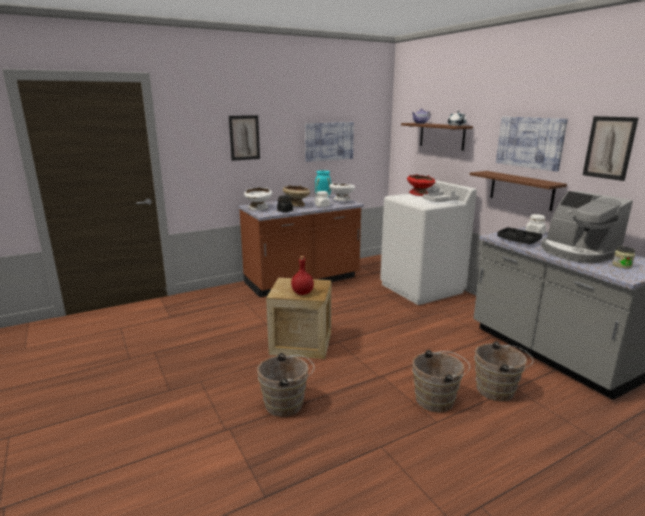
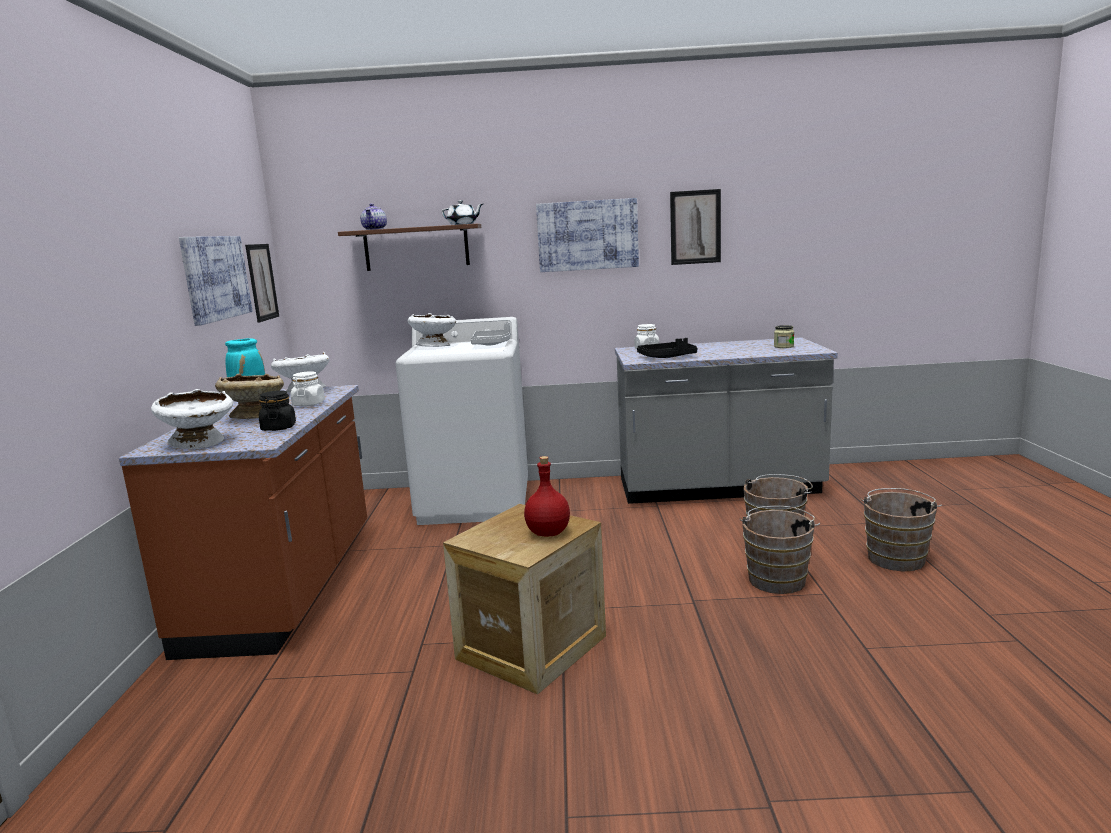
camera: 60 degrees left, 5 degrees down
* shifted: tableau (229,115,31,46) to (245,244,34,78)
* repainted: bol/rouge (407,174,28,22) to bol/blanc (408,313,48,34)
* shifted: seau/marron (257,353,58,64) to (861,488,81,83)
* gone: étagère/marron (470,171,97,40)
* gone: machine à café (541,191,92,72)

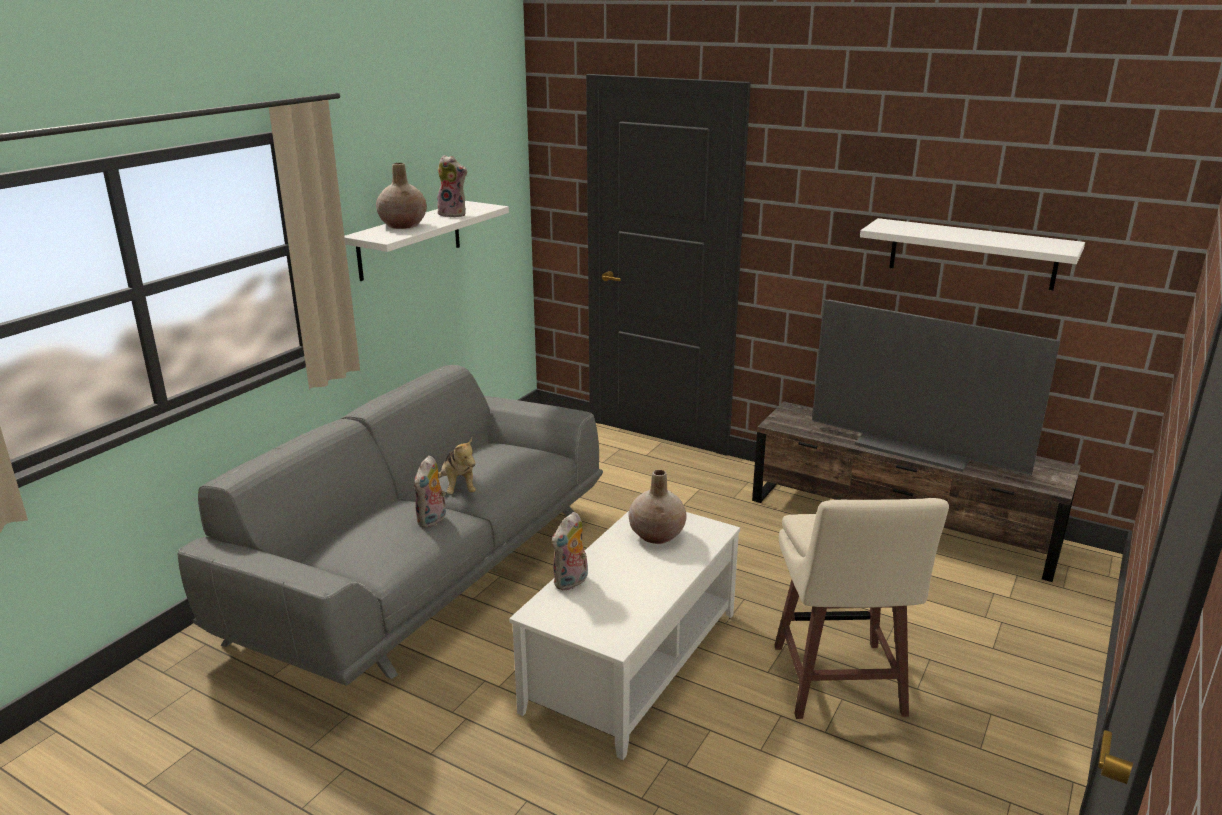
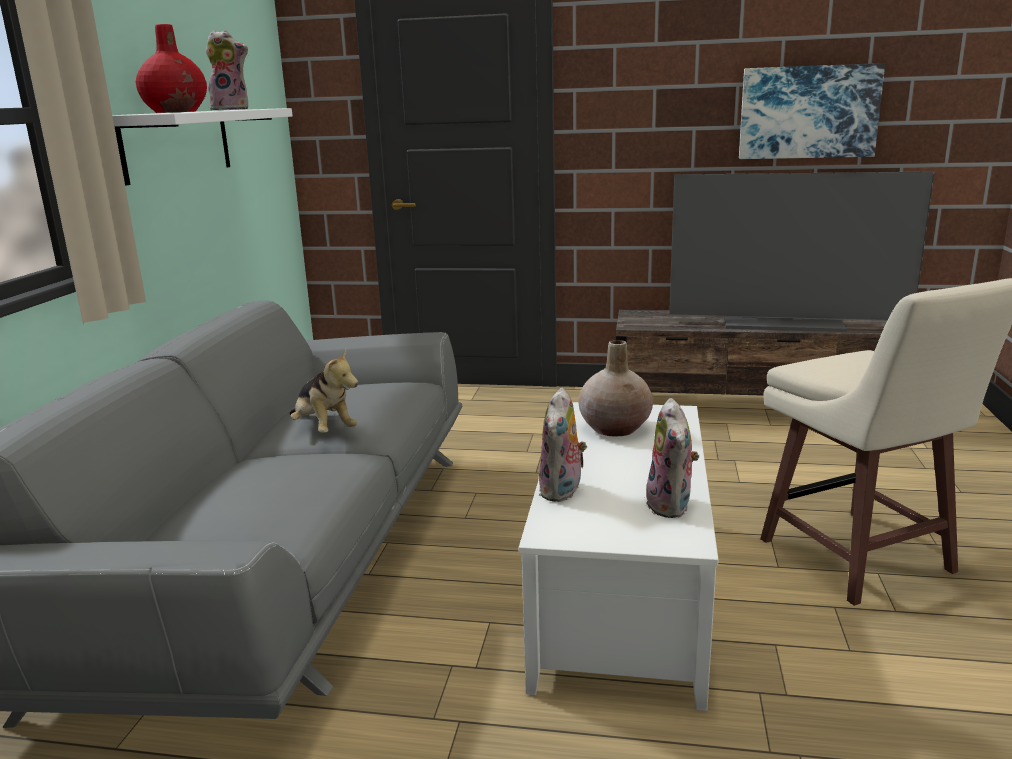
camera: 20 degrees left, 5 degrees down
* repainted: vase/beige (376,163,51,66) to vase/rouge (136,24,71,89)
* shifted: peluche (414,455,32,72) to (646,398,53,120)
* swapped: étagère/blanc (860,218,225,72) to tableau (739,63,146,96)

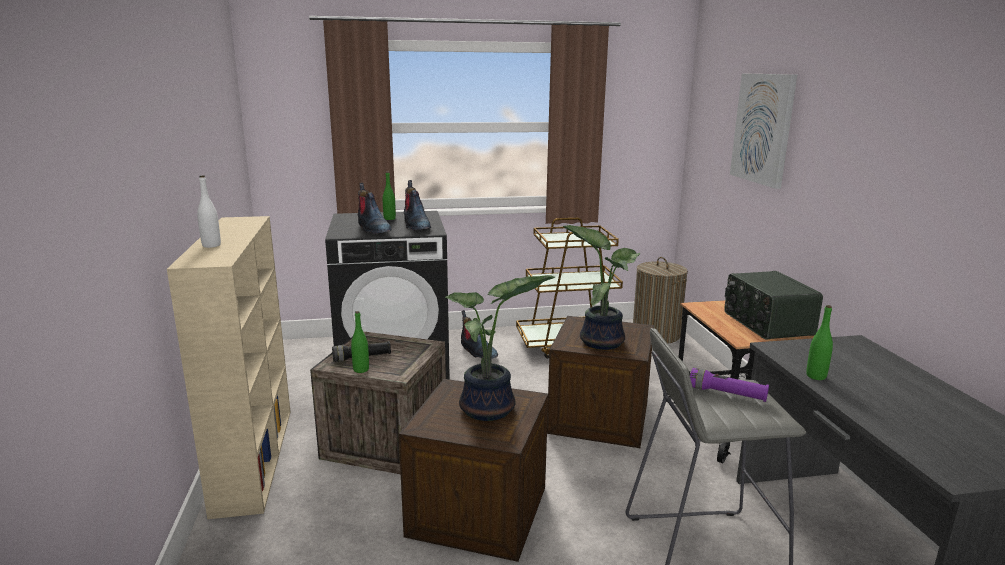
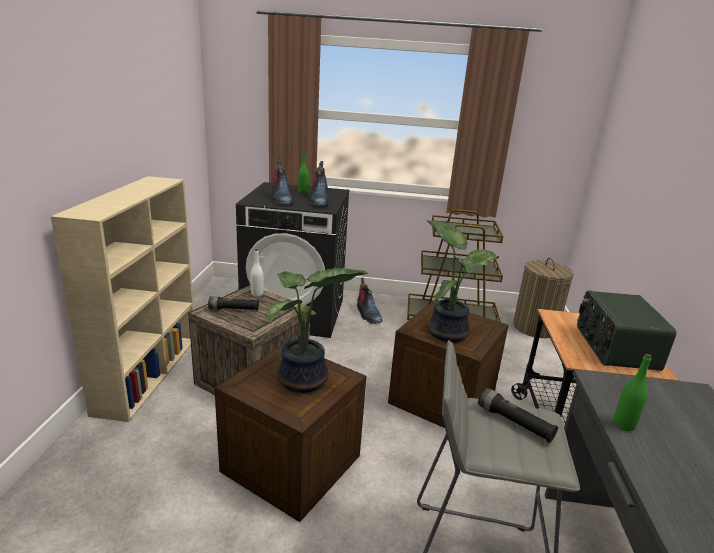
camera: 15 degrees right, 5 degrees up
* shifted: bouteille/blanc (197,176,24,72) to (250,249,14,47)
* repainted: lampe de poche/violet (690,368,79,34) to lampe de poche/noir (478,388,80,55)
* gone: bouteille/vert (351,311,18,62)
* gone: tableau (730,74,67,115)

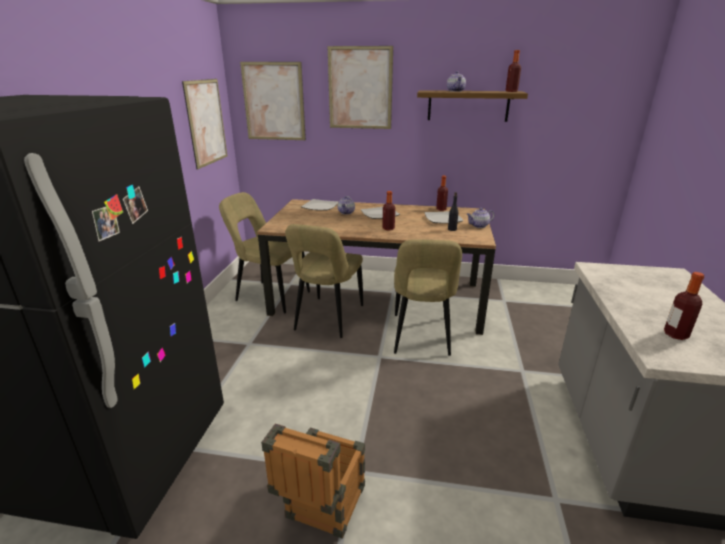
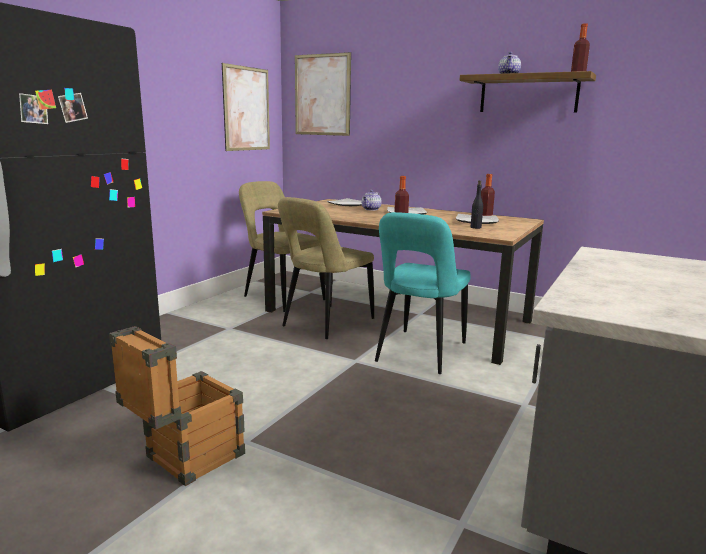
camera: 20 degrees right, 10 degrees down
* repainted: chaise/beige (394,239,68,117) to chaise/turquoise (375,212,96,162)
* gone: tableau (328,46,65,83)
* gone: théière (467,208,28,20)
* gone: bouteille (664,272,40,68)

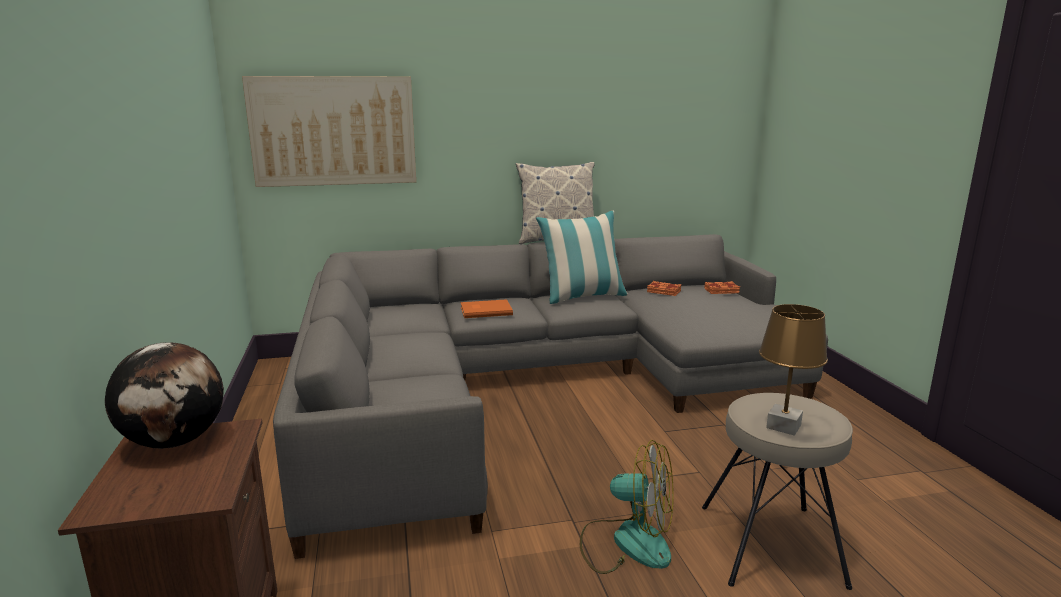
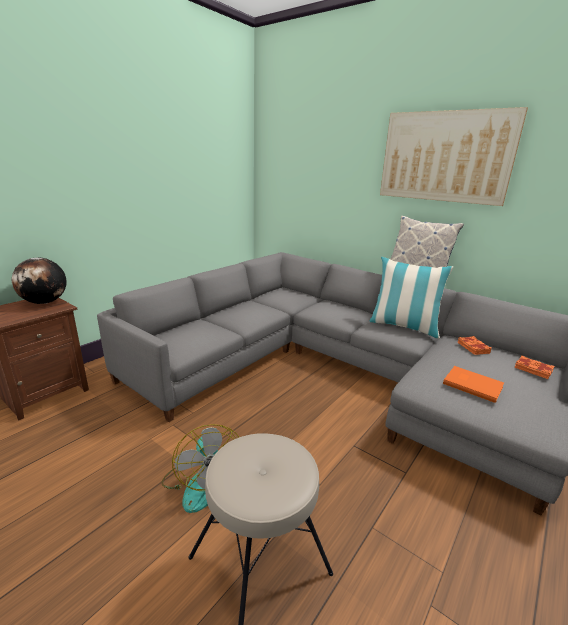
camera: 50 degrees right, 5 degrees up
* shifted: tableau (242,76,174,111) to (380,107,148,99)
* shifted: livre/orange (460,299,53,19) to (443,366,61,37)
* gone: lampe de table/marron (759,304,69,132)

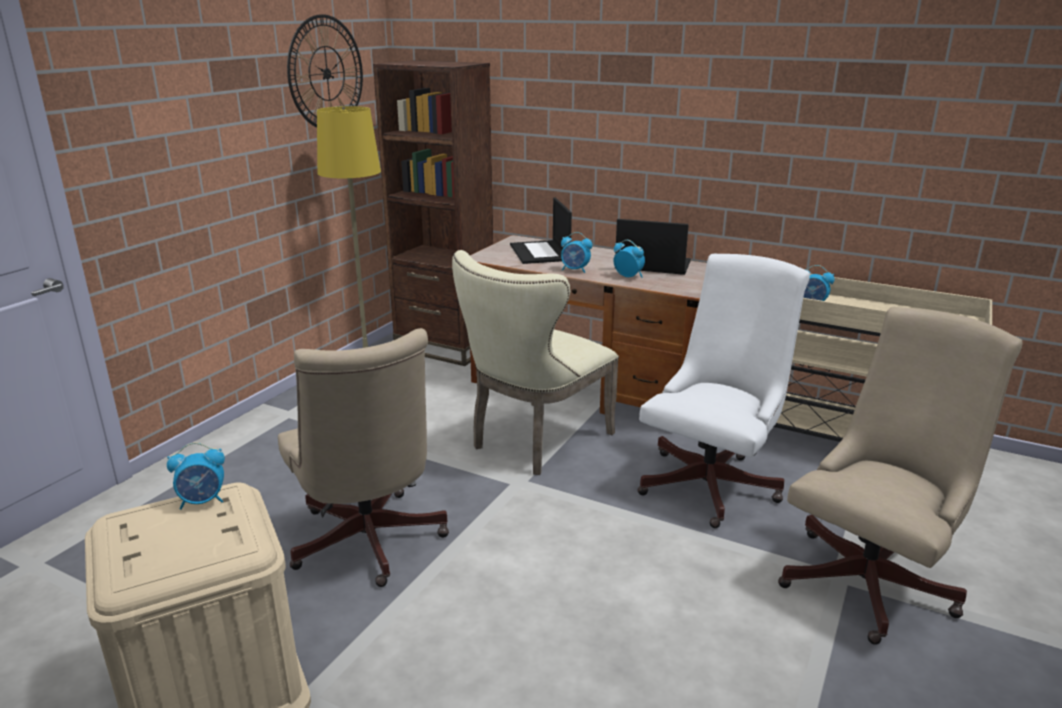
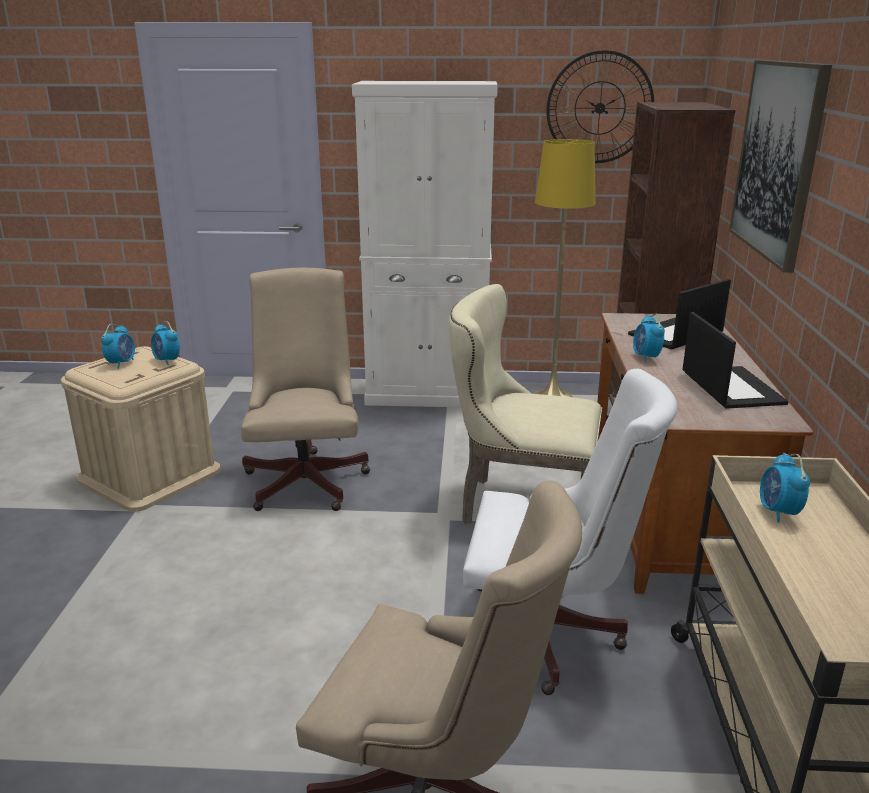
camera: 65 degrees right, 0 degrees up
* shifted: réveil (613,240,32,38) to (101,324,34,45)
* rotated: chaise de bureau/beige (278,328,171,259) = (241,268,129,243) 135 degrees clockwise
* new: meuble de rangement/blanc (352,81,146,326)
* new: tableau (729,60,103,213)

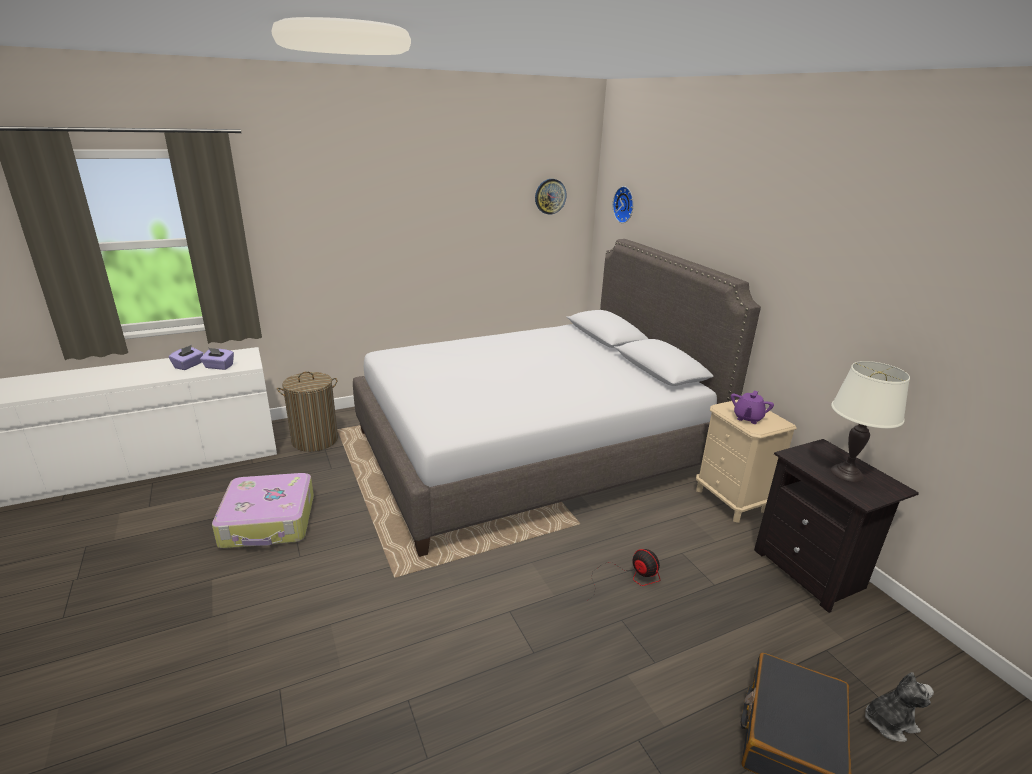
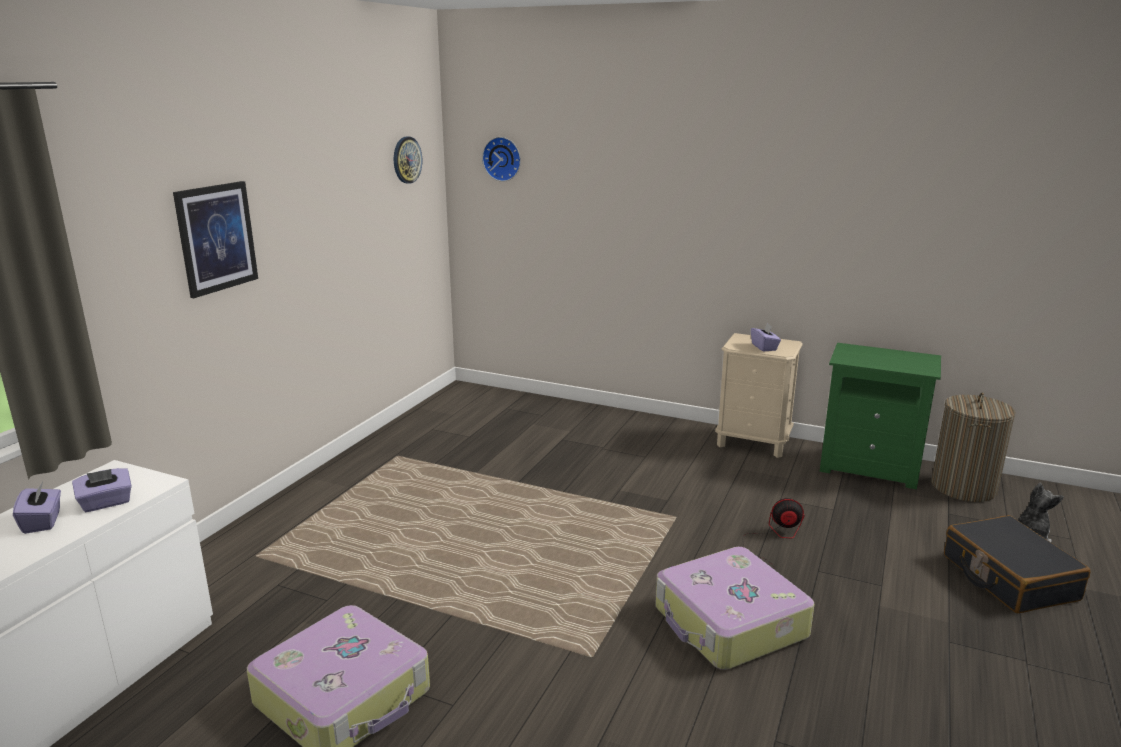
camera: 40 degrees left, 5 degrees down
* new: tableau (173,181,85,117)
* new: valise (655,547,159,123)
* swapped: théière/violet (731,391,43,33) to boîte à mouchoirs/violet (751,323,30,29)
* repainted: table de chevet/noir (754,439,165,174) to table de chevet/vert (820,343,121,146)
* shifted: panier à linge (277,371,61,81) to (931,392,84,110)
* gone: lit/gris (353,239,408,318)
* gone: lampe de table/blanc (831,361,79,121)

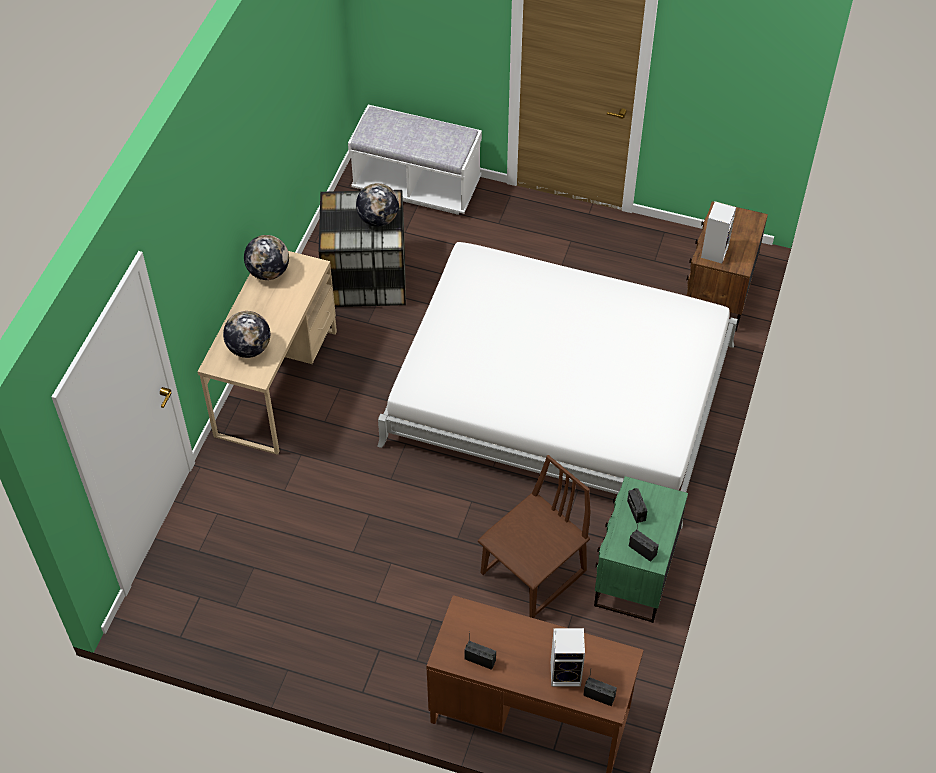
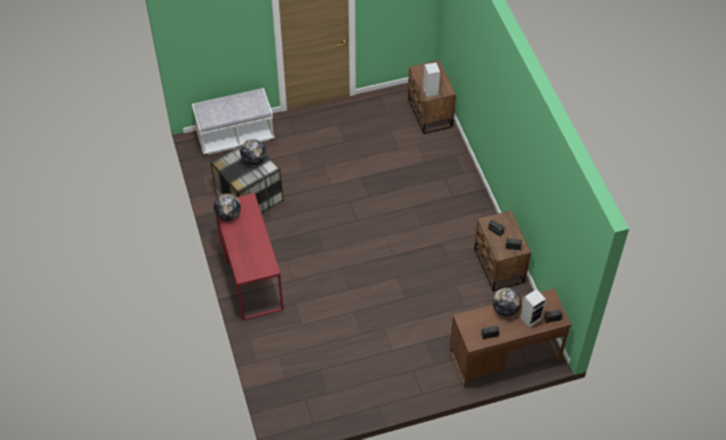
camera: 35 degrees left, 0 degrees up
* repainted: bureau/beige (197,251,140,204) to bureau/rouge (215,193,69,127)
* repainted: table de chevet/vert (594,476,94,147) to table de chevet/marron (474,210,57,81)
* shifted: globe (223,311,47,47) to (492,287,29,29)
* gone: lit/blanc (377,242,361,287)
* gone: chaise/marron (478,455,112,163)

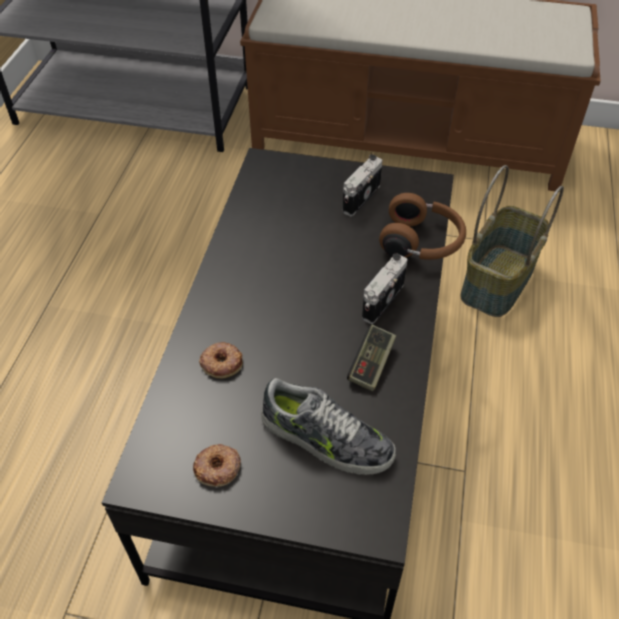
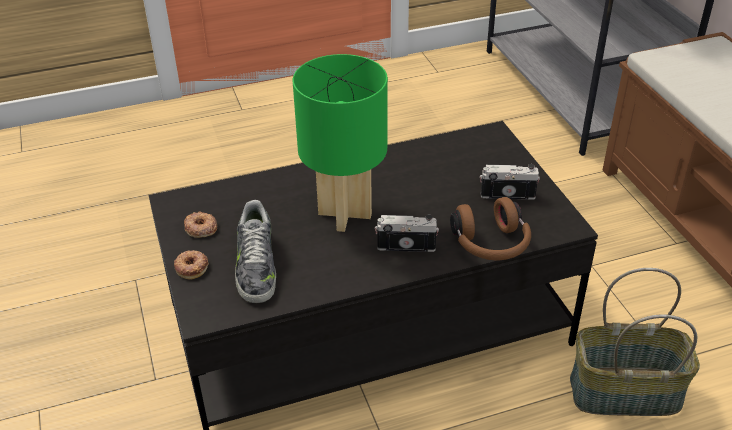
camera: 60 degrees right, 10 degrees down
* shifted: beignet (199,342,44,36) to (174,250,35,30)
* new: lampe de table/vert (292,54,96,178)
* gone: manette (347,325,49,66)

